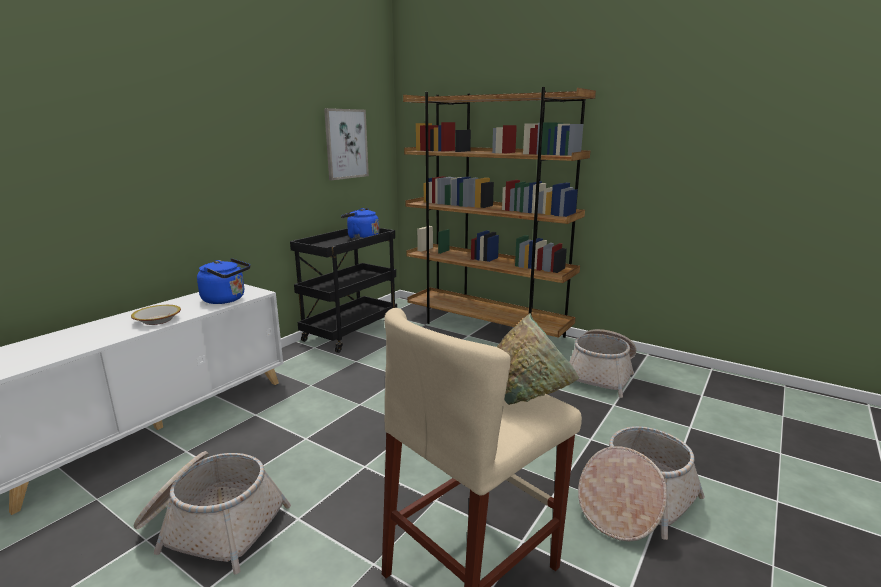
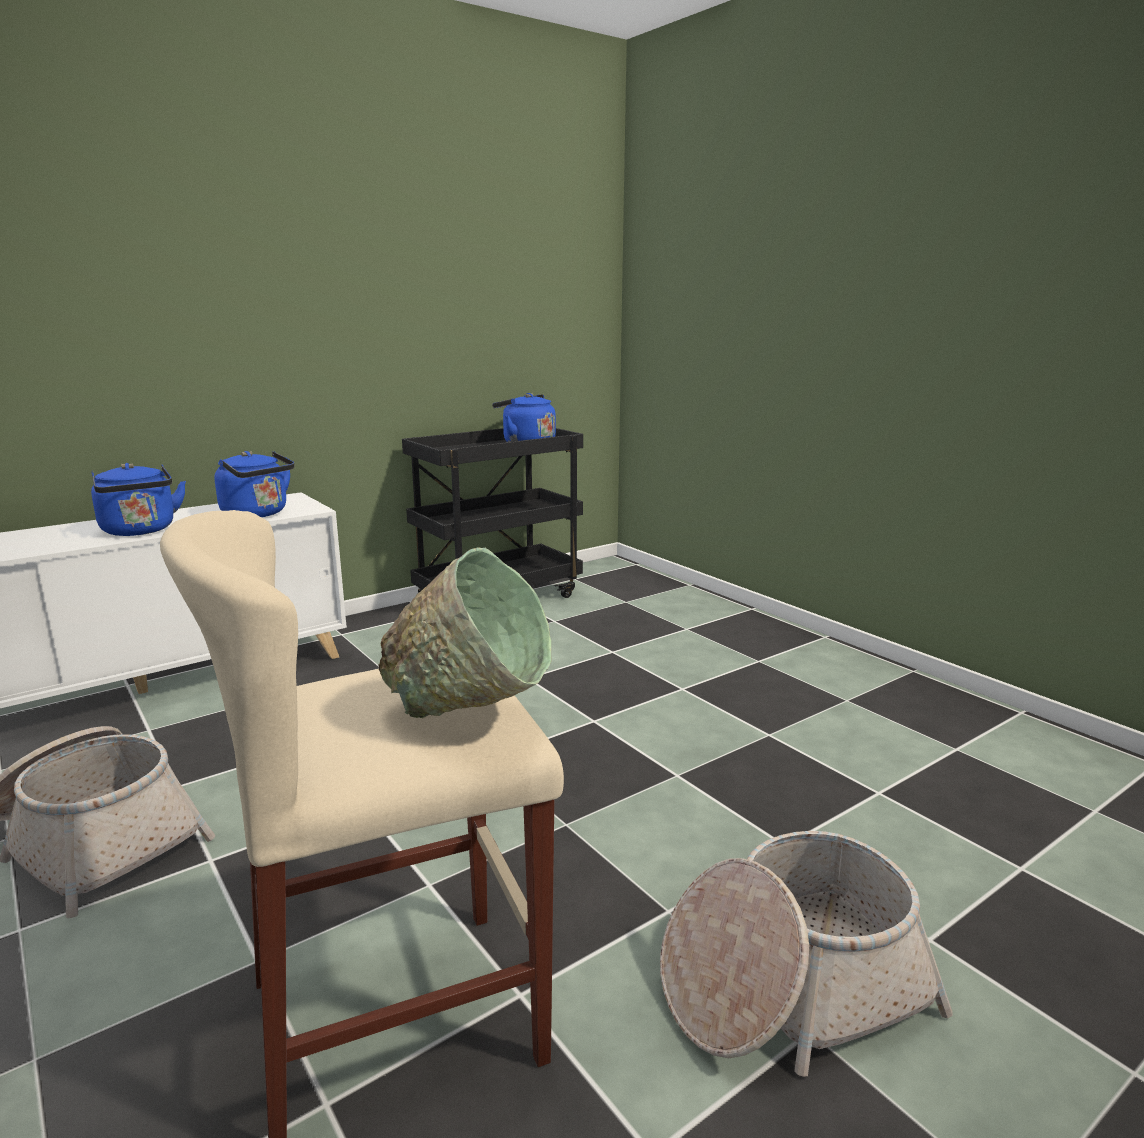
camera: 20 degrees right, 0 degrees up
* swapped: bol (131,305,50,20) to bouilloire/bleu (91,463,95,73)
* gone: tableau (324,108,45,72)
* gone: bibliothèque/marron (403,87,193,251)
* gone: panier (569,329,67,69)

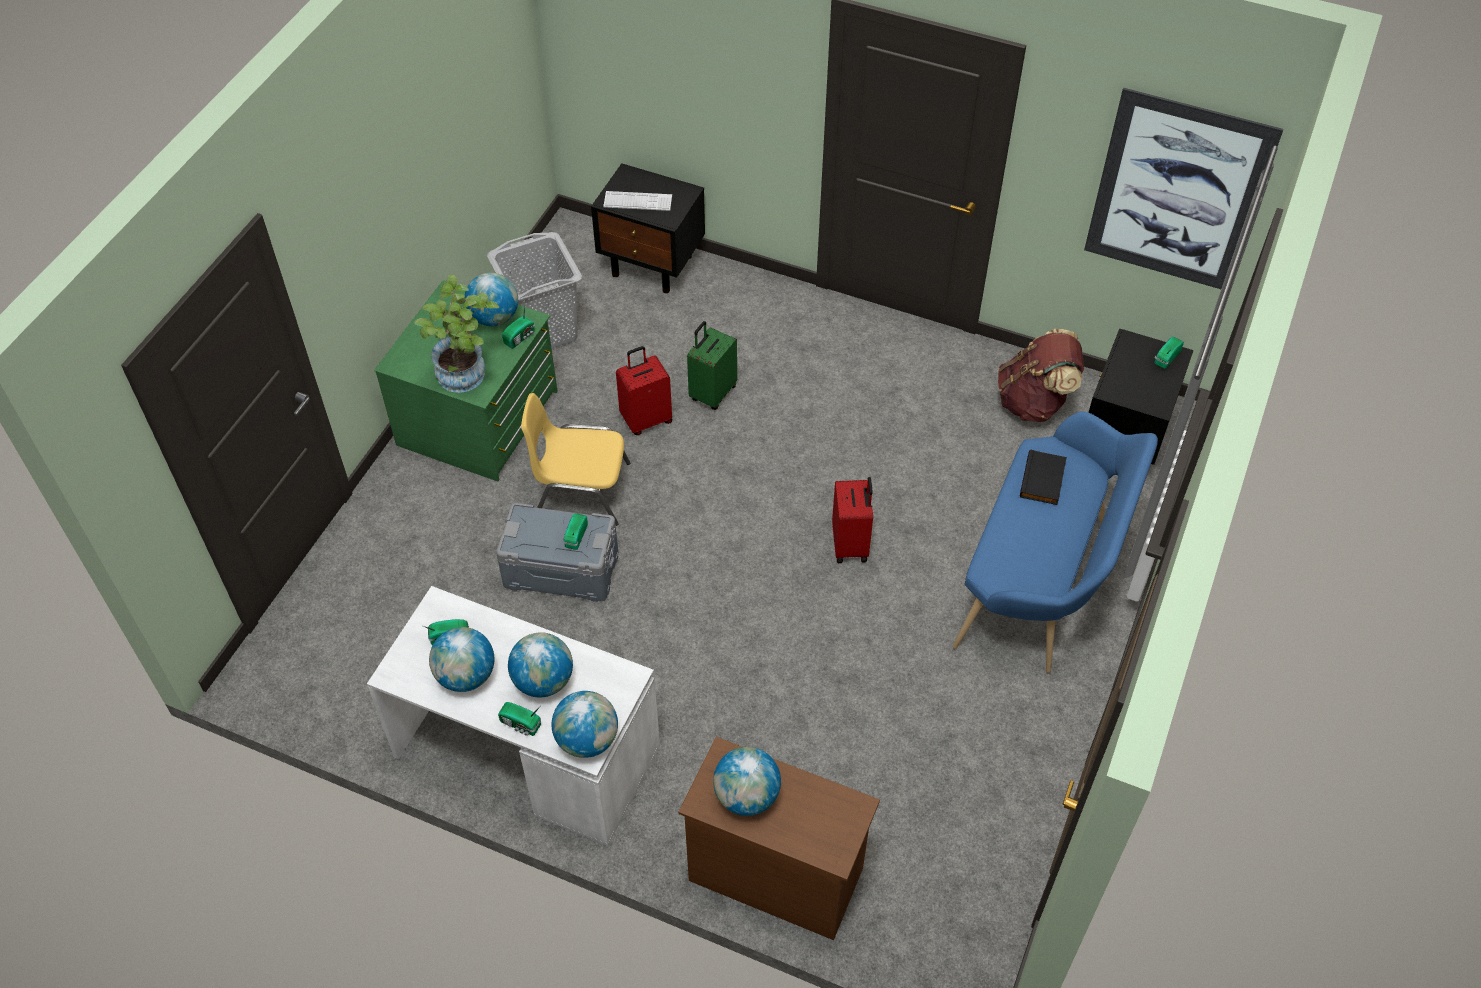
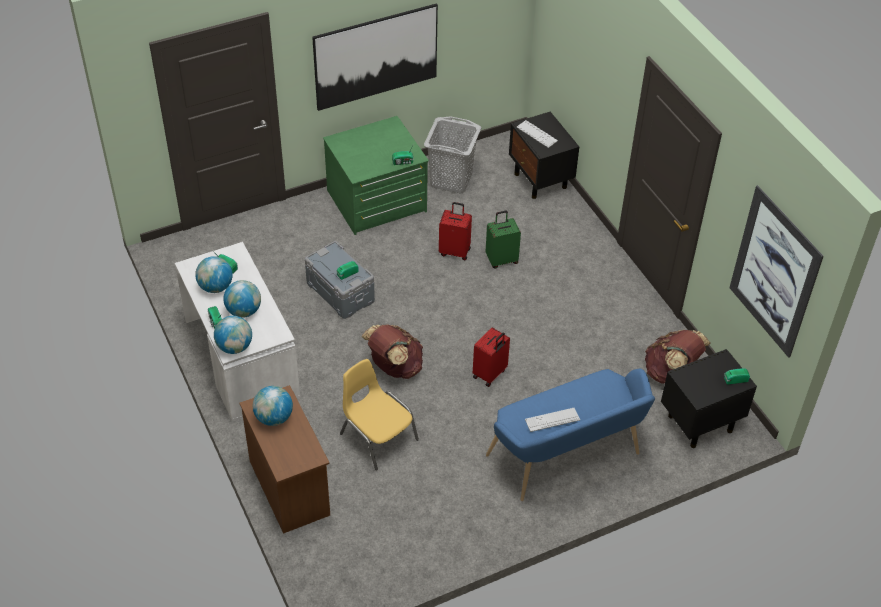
camera: 40 degrees right, 5 degrees down
* new: tableau (312,3,126,108)
* shifted: chaise/jaune (521,393,109,133) to (340,359,79,111)
* new: sac à dos/marron (362,324,61,55)
* new: clavier (525,408,55,24)
* gone: plante en pot (414,275,85,118)
* gone: globe (465,272,53,54)
* gone: livre/noir (1020,449,47,56)

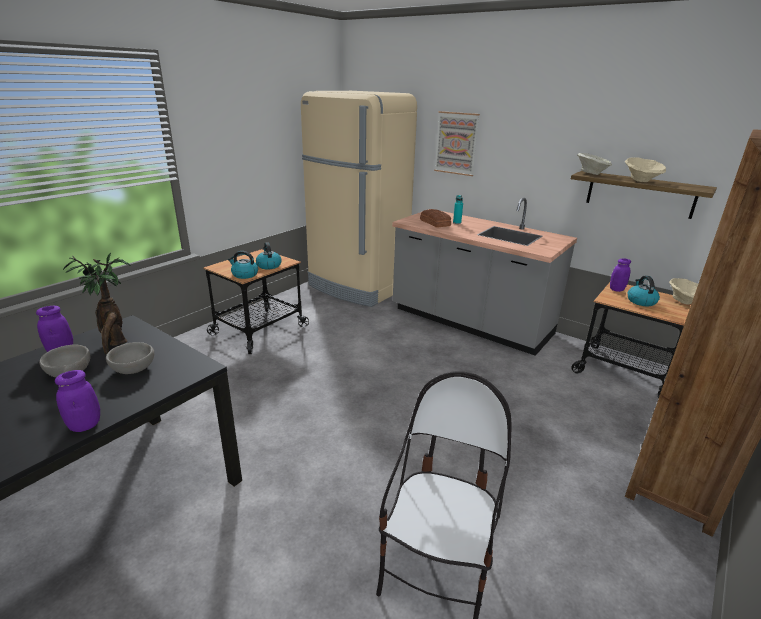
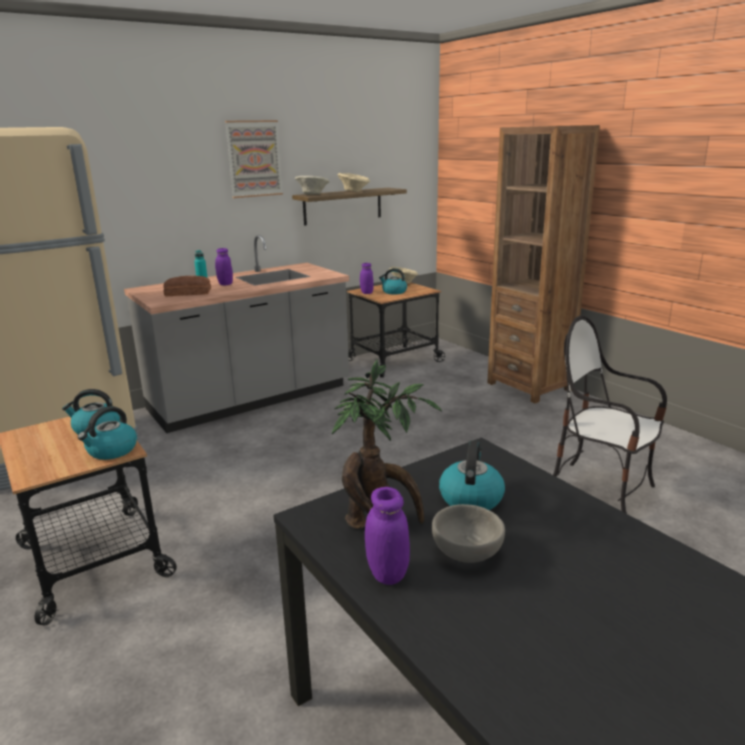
camera: 70 degrees left, 5 degrees down
* shifted: bocal/violet (55,370,45,62) to (215,248,18,37)
* shifted: tableau (434,111,46,65) to (225,120,58,78)
* swapped: bol/gris (106,342,48,32) to bouilloire (439,440,66,70)

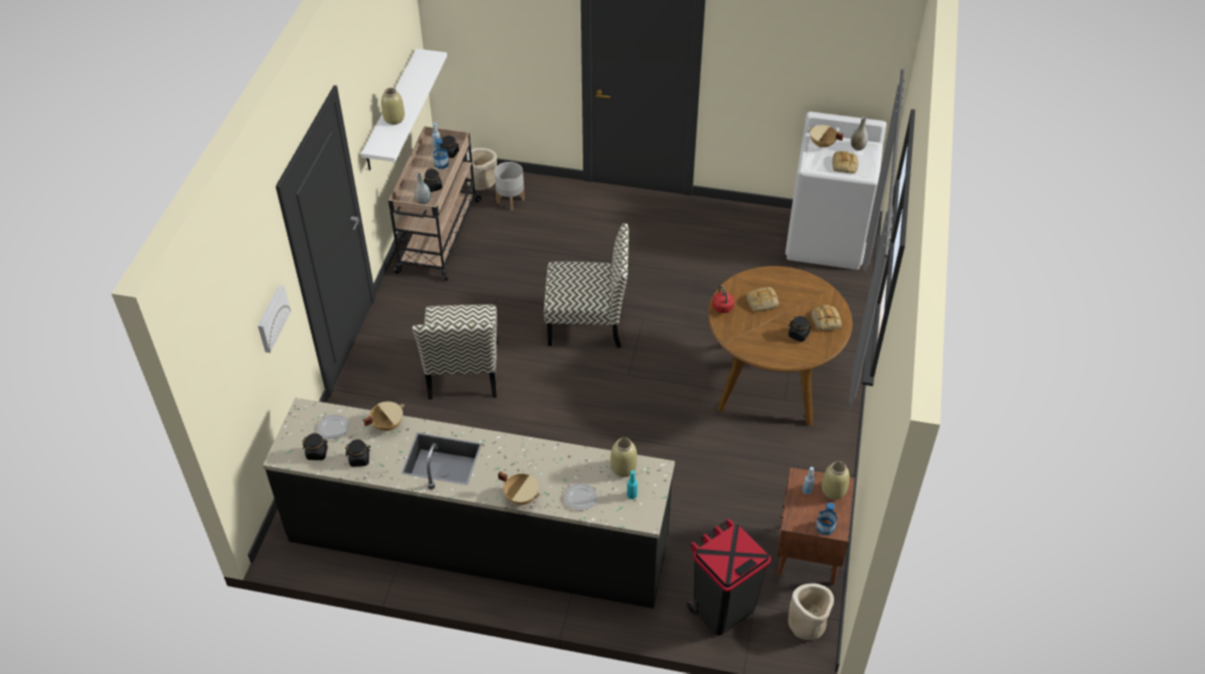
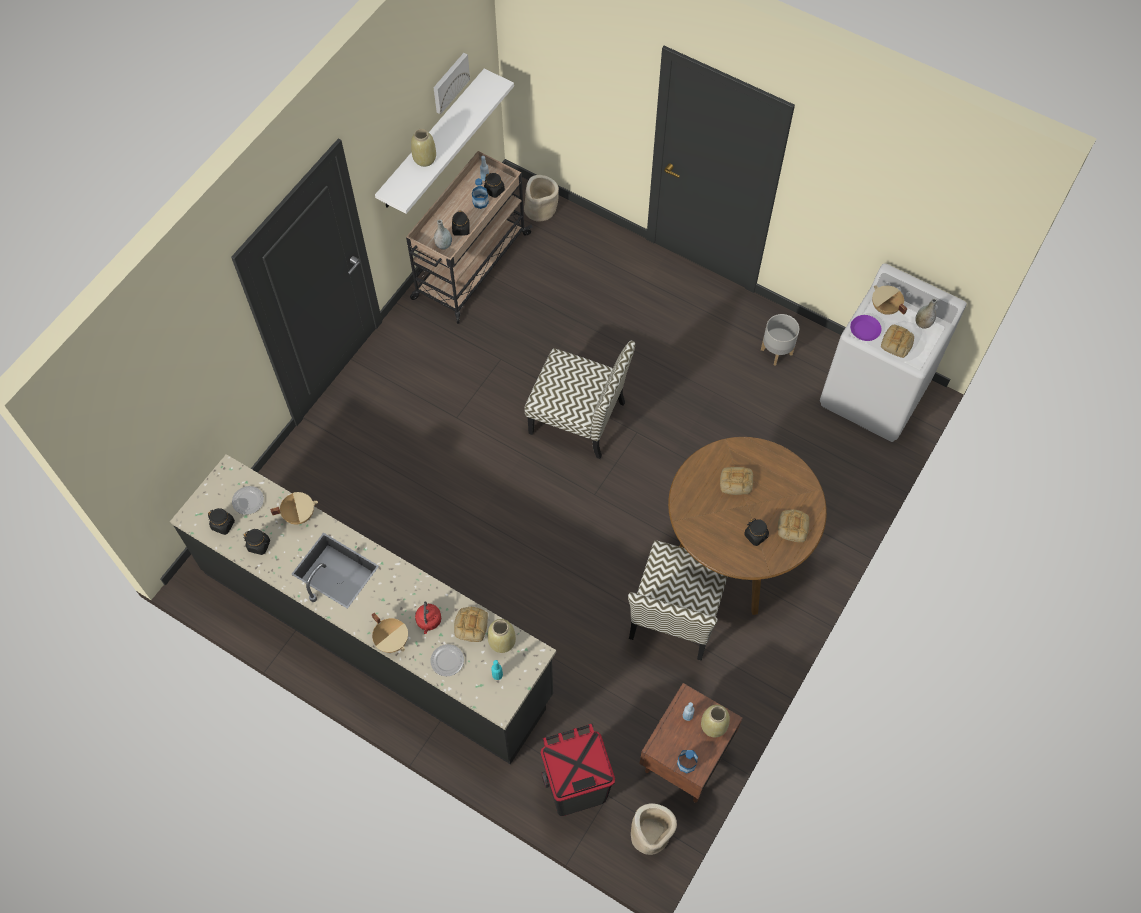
camera: 20 degrees right, 15 degrees up
* shifted: bouilloire/rouge (712,286,22,27) to (415,601,26,33)
* shifted: tableau (258,285,33,68) to (433,53,37,61)
* new: pain (454,607,34,35)
* shifted: chaise (412,305,86,95) to (628,540,100,121)
* shifted: cache-pot/gris (494,162,31,48) to (761,314,38,52)
* new: assiette/violet (850,315,31,26)

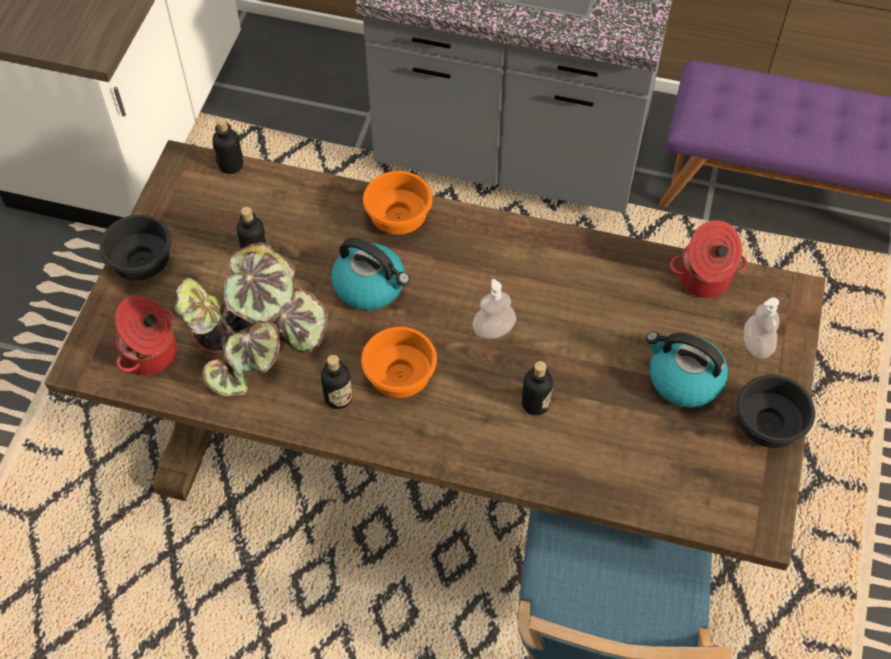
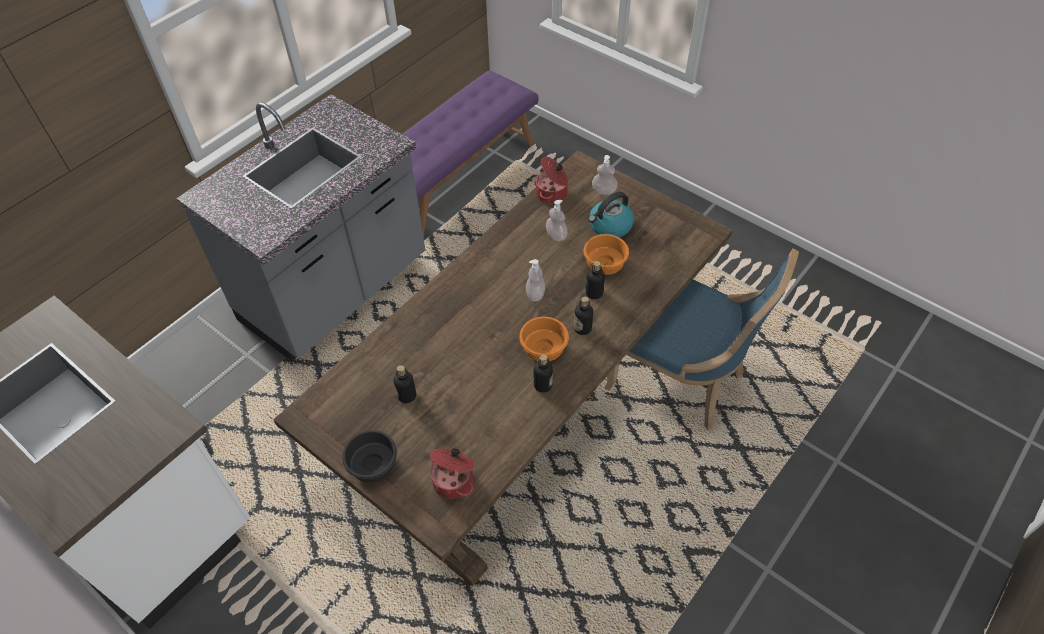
camera: 65 degrees left, 5 degrees down
* new: distributeur de savon (546,200,22,41)
* shifted: bouteille (212,117,31,57) to (574,297,19,38)
* shifted: bol/orange (363,171,70,63) to (584,234,45,41)
* gone: plante en pot (175,242,153,154)
* gone: bouilloire (331,237,79,74)
* gone: bol/noir (737,375,78,73)

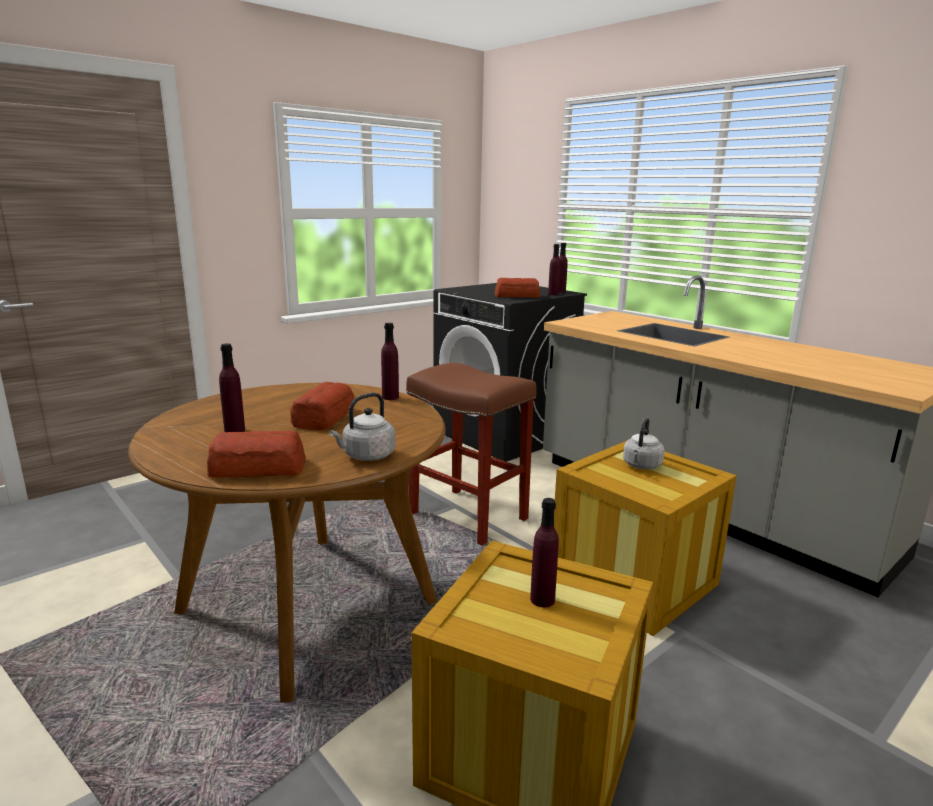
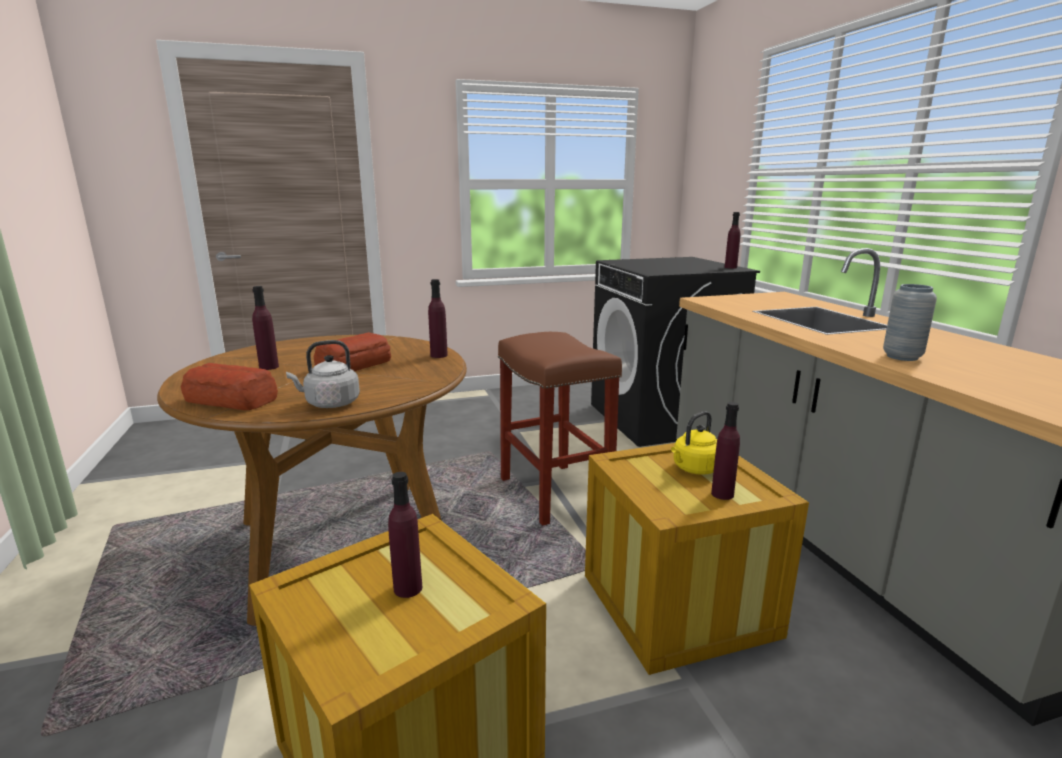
camera: 25 degrees right, 0 degrees up
* repainted: bouilloire/gris (623,418,42,52) to bouilloire/jaune (671,411,46,64)
* shifted: bouteille/violet (548,244,13,51) to (711,402,29,98)
* new: vase/gris (883,284,54,77)
* gone: pain (495,278,45,20)

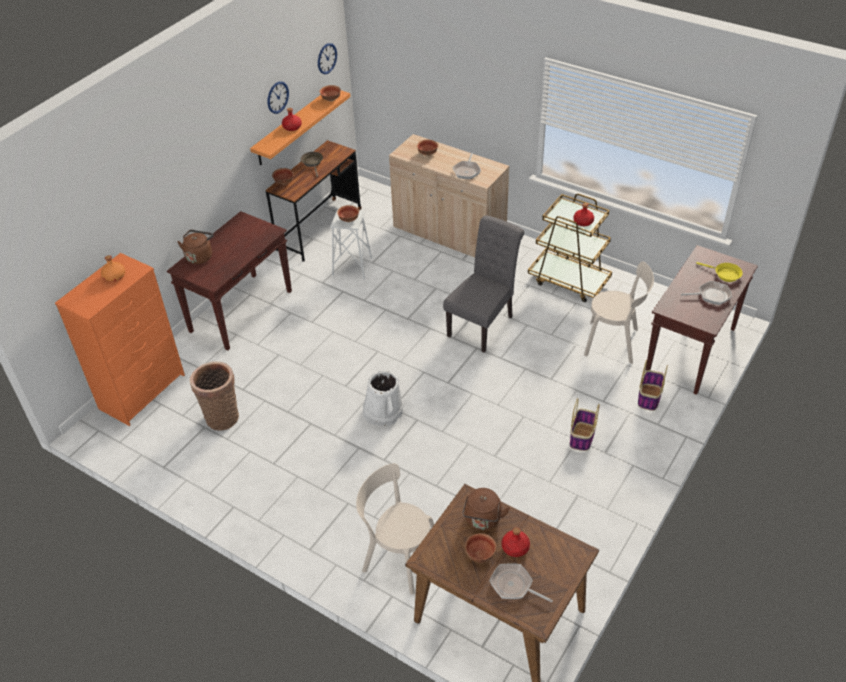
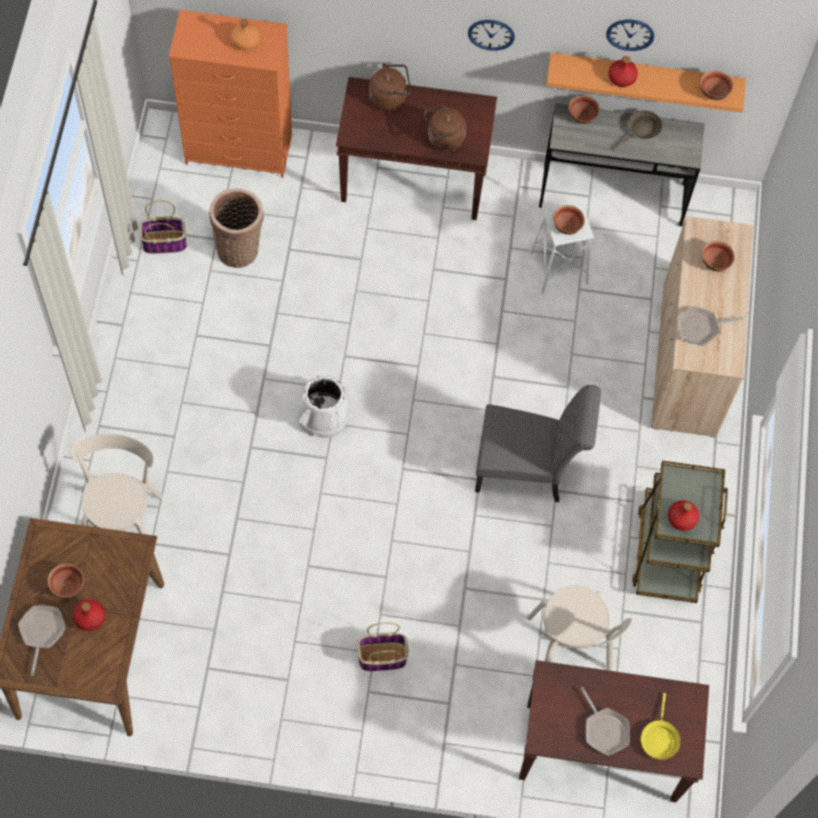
camera: 60 degrees right, 20 degrees up
* shifted: panier (638,360,30,51) to (139,200,48,54)
* shifted: bouilloire/marron (462,488,48,42) to (424,105,42,47)
* shifted: horloge murale (318,43,19,31) to (468,20,47,31)
* repainted: bureau/marron (266,140,95,122) to bureau/gris (539,103,166,124)

